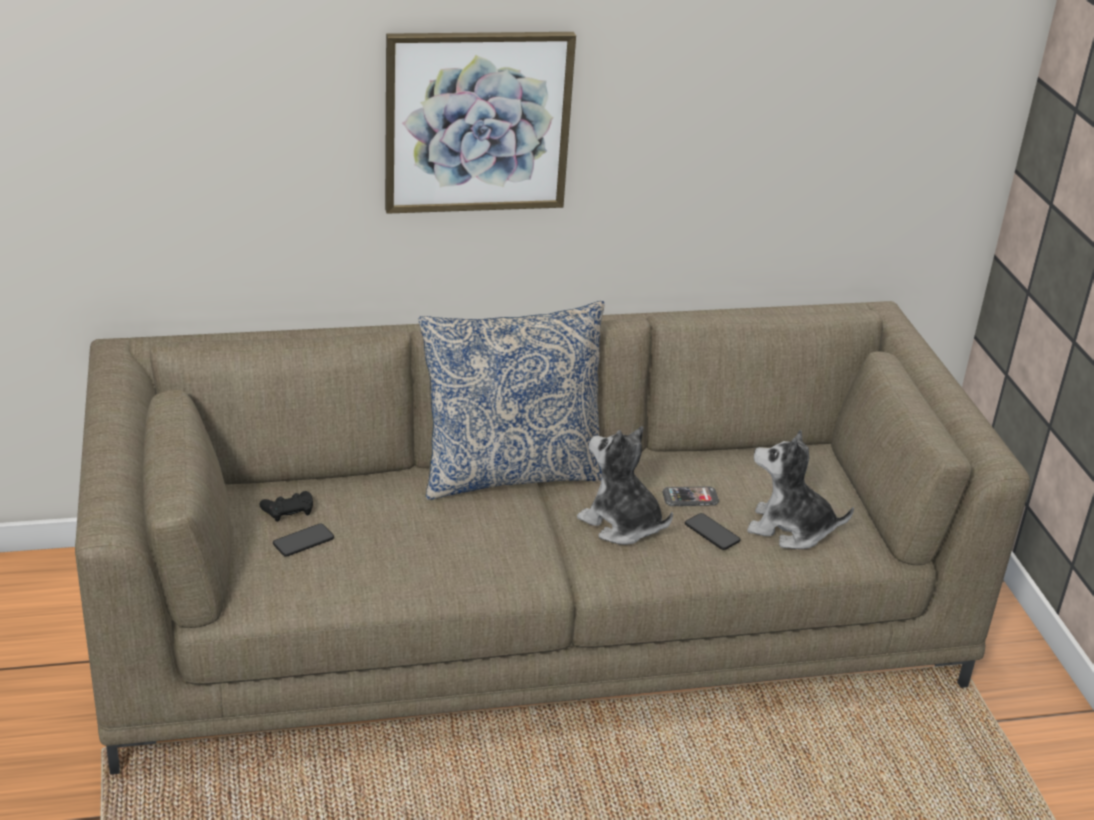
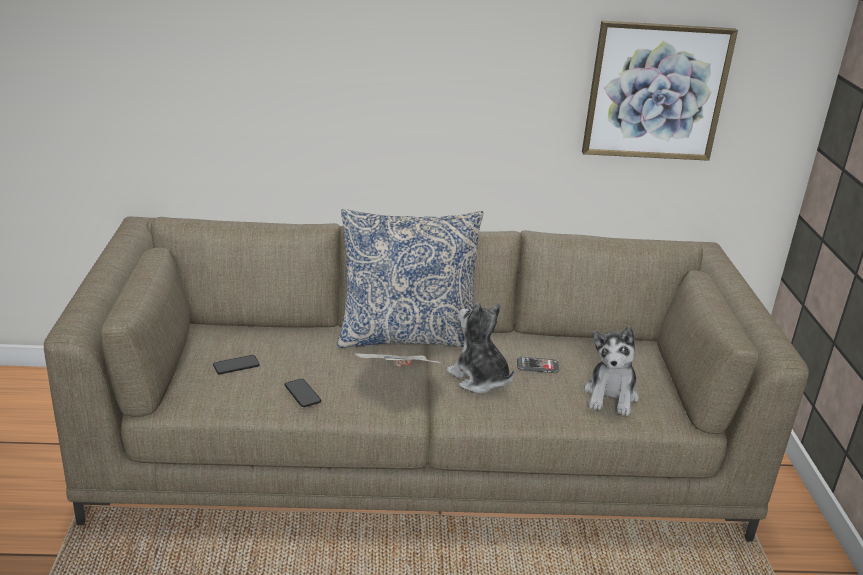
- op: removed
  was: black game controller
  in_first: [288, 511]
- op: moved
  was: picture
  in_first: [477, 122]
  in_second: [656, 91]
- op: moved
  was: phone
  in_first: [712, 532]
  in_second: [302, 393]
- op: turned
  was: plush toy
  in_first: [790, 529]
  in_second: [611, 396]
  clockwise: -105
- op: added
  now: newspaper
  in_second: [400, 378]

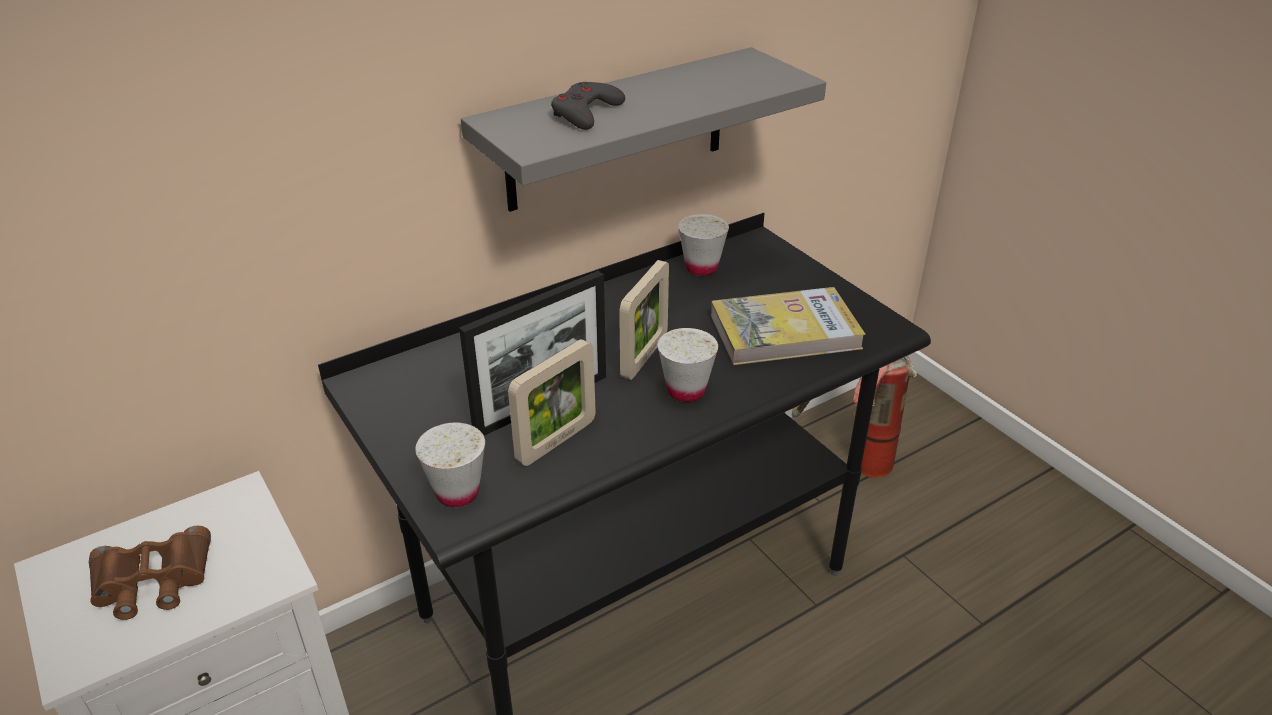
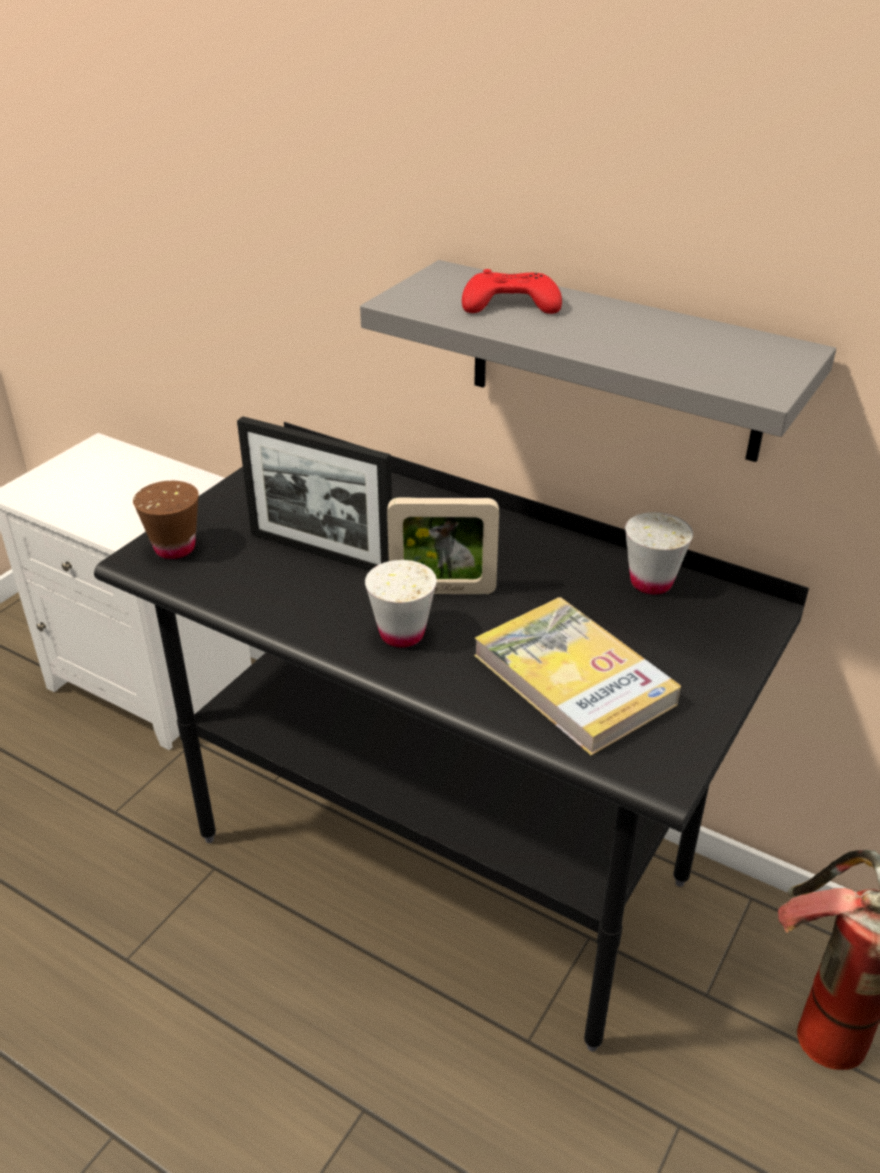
- op: removed
  was: brown binoculars
  in_first: [152, 581]
- op: recoloured
  was: white cup
  now: brown cup
  in_first: [457, 493]
  in_second: [175, 548]
- op: removed
  was: picture frame
  in_first: [556, 441]
- op: recoloured
  was: grey game controller
  now: red game controller
  in_first: [586, 113]
  in_second: [510, 303]

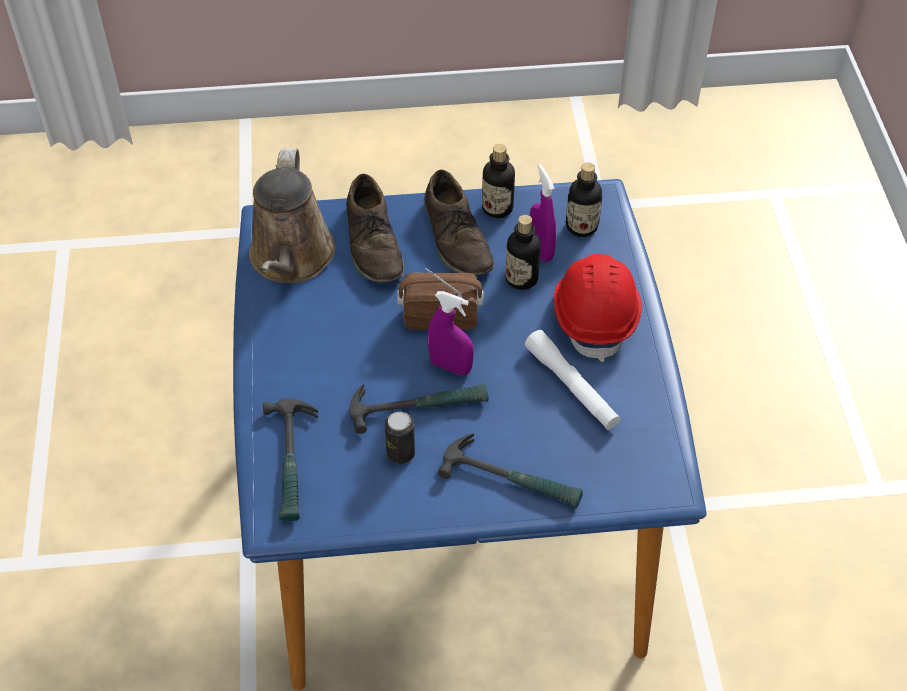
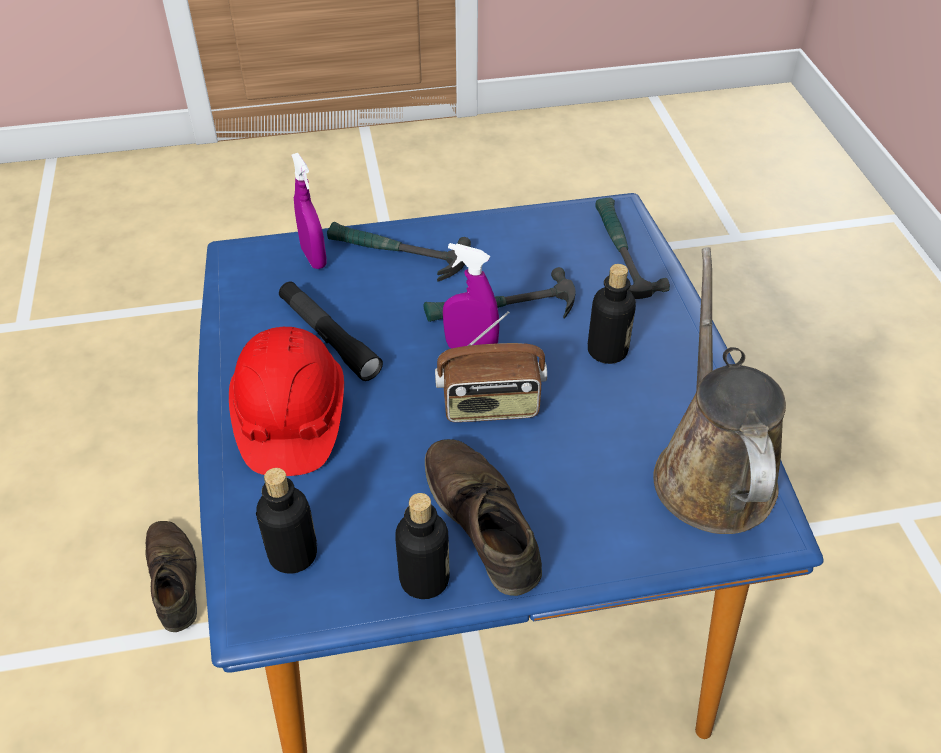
- op: moved
  was: brown shoe
  in_first: [374, 243]
  in_second: [173, 579]
- op: removed
  was: can
  in_first: [400, 453]
- op: moved
  was: bottle
  in_first: [521, 279]
  in_second: [607, 350]
- op: recoloured
  was: white flashlight
  now: black flashlight
  in_first: [571, 387]
  in_second: [328, 338]
- op: moved
  was: purple spray bottle
  in_first: [541, 249]
  in_second: [314, 258]

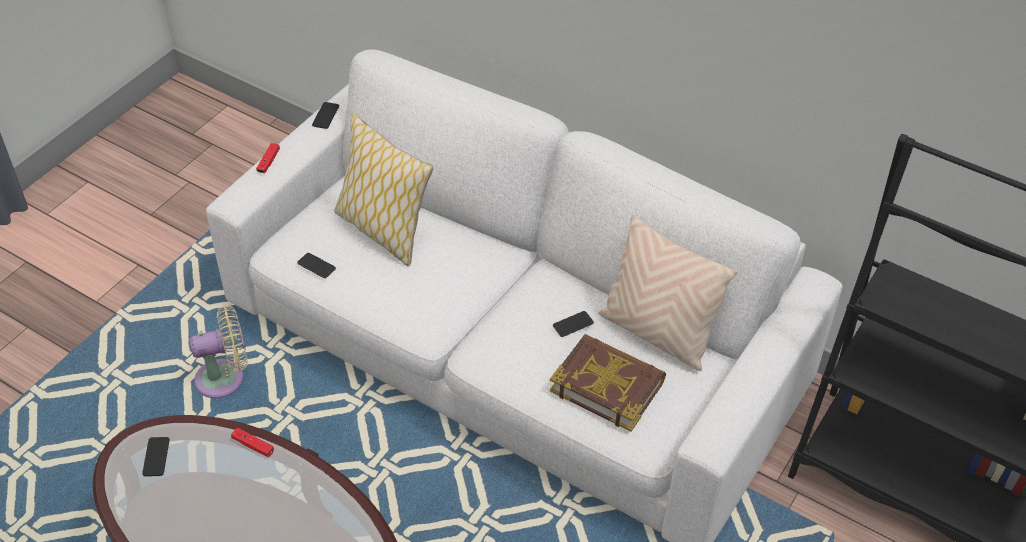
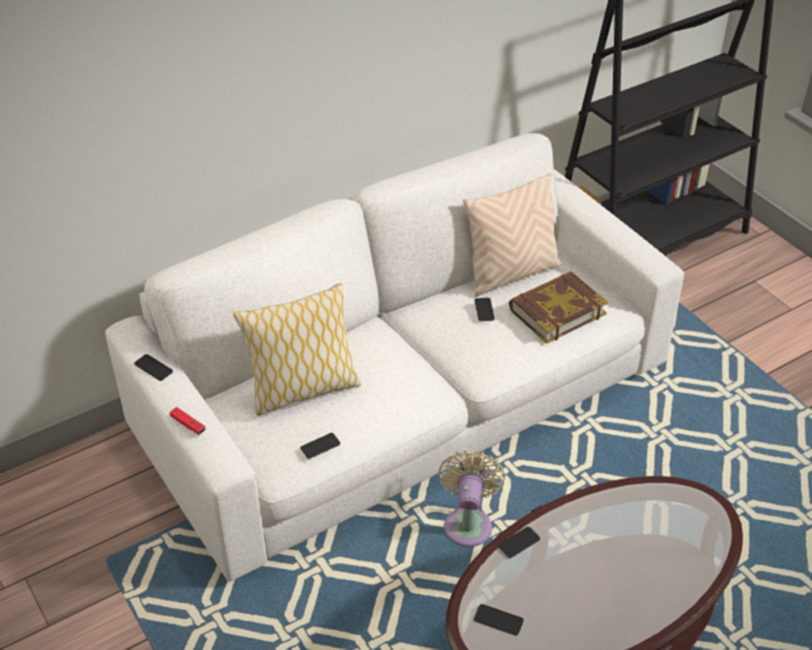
- op: moved
  was: beige fan
  in_first: [225, 378]
  in_second: [468, 523]
- op: replaced
  was: red game controller
  now: phone
  in_first: [253, 445]
  in_second: [519, 543]

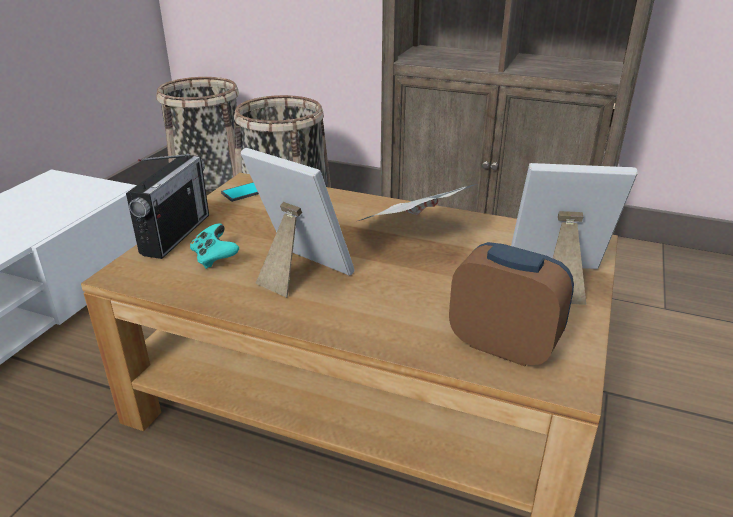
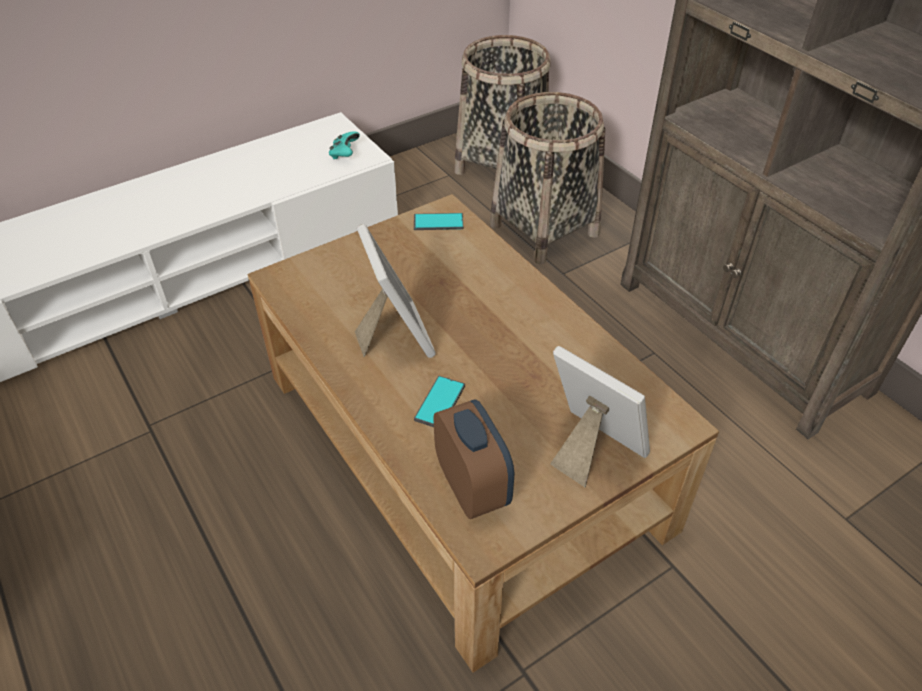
- op: removed
  was: radio
  in_first: [176, 234]
- op: moved
  was: turquoise game controller
  in_first: [214, 258]
  in_second: [344, 154]
- op: removed
  was: newspaper
  in_first: [411, 232]
- op: added
  now: phone
  in_second: [440, 403]

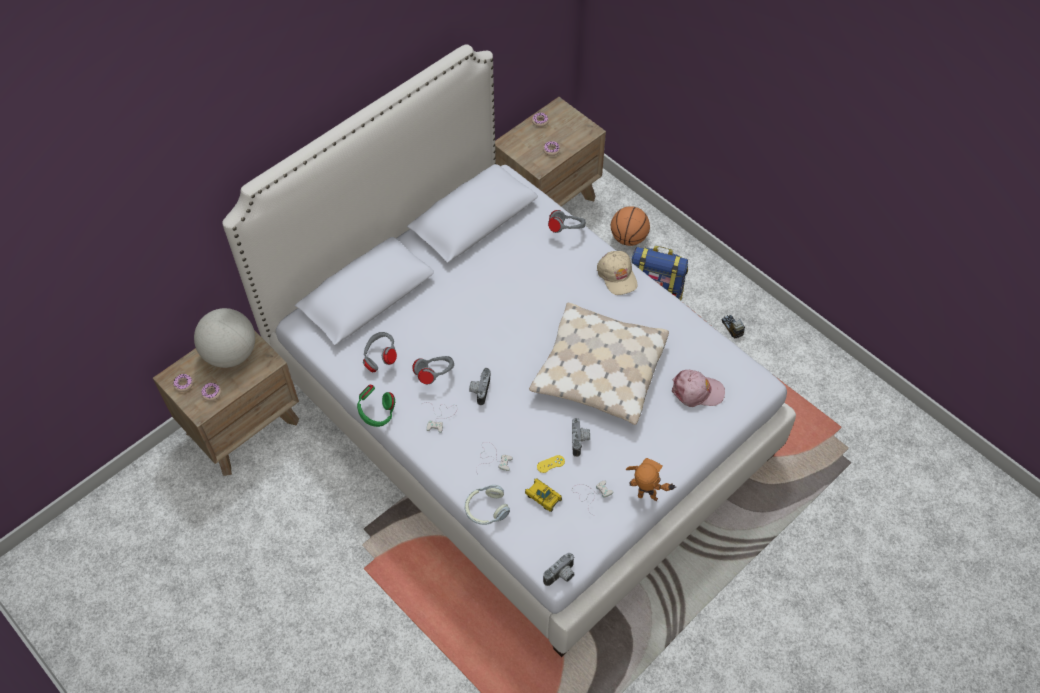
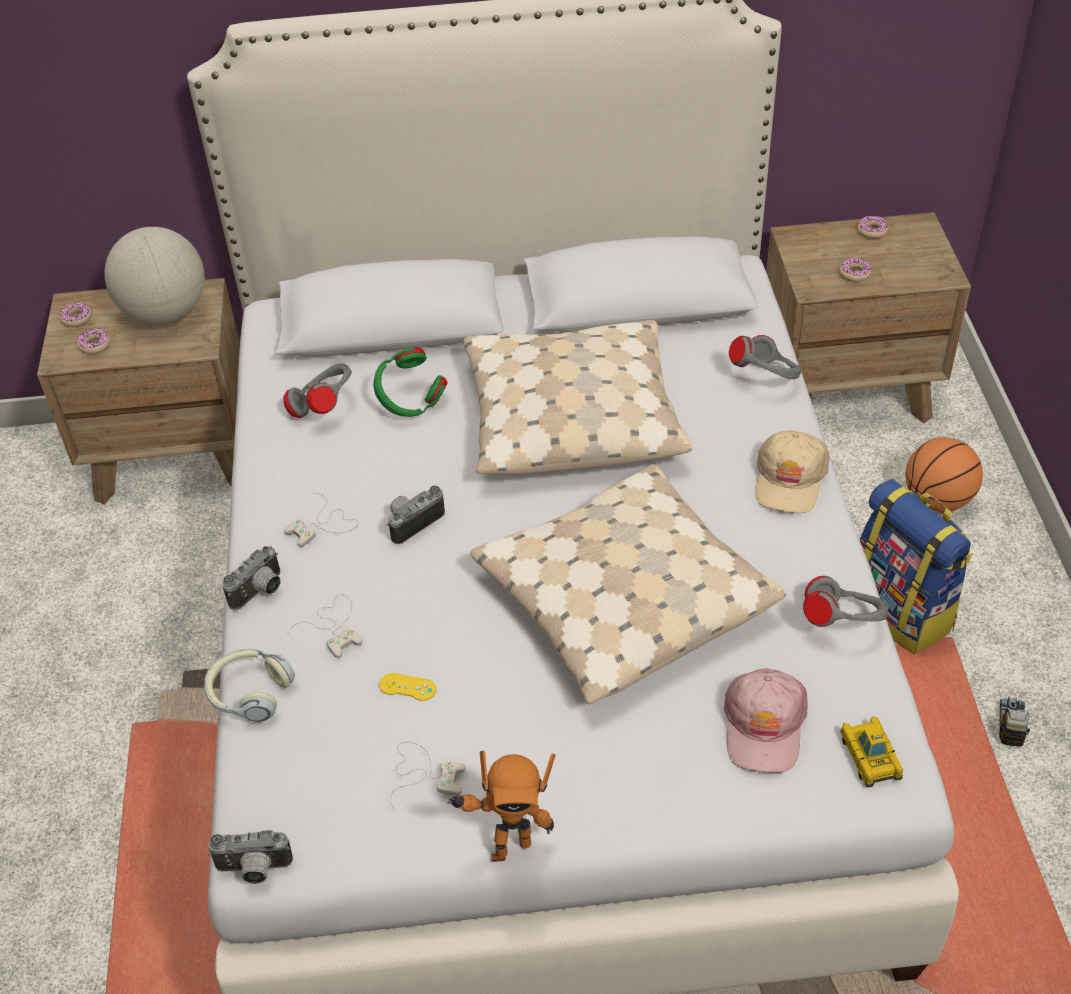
- op: moved
  was: green headphones
  in_first: [377, 414]
  in_second: [410, 403]
- op: moved
  was: grey headphones
  in_first: [435, 375]
  in_second: [842, 623]
- op: moved
  was: toy car
  in_first: [543, 496]
  in_second: [870, 756]
- op: moved
  was: photo camera
  in_first: [580, 441]
  in_second: [260, 592]
- op: turned
  was: toy robot
  in_first: [647, 500]
  in_second: [508, 846]
  clockwise: 105
- op: turned
  was: pink cap
  in_first: [697, 391]
  in_second: [764, 726]
  clockwise: 60
- op: added
  now: beige pillow
  in_second: [571, 417]

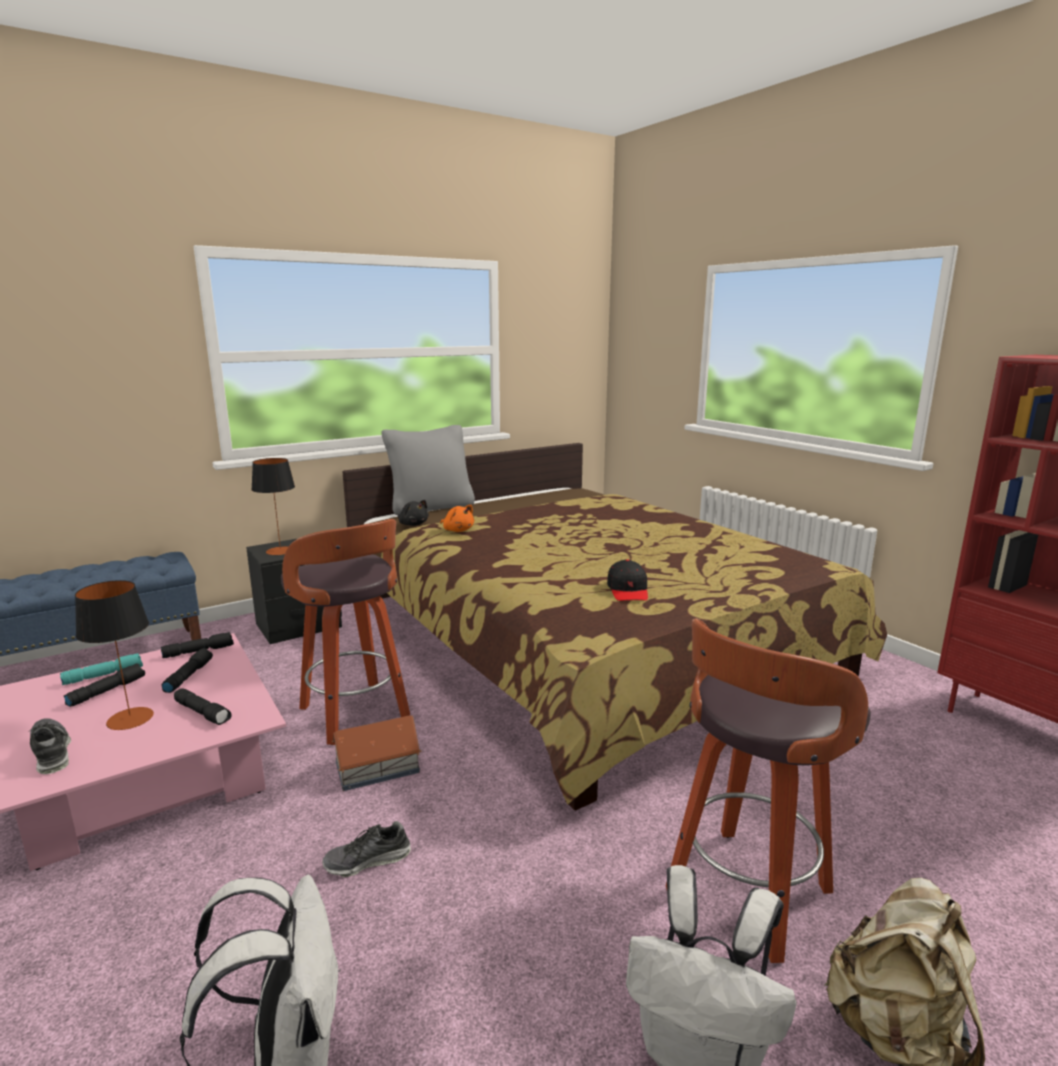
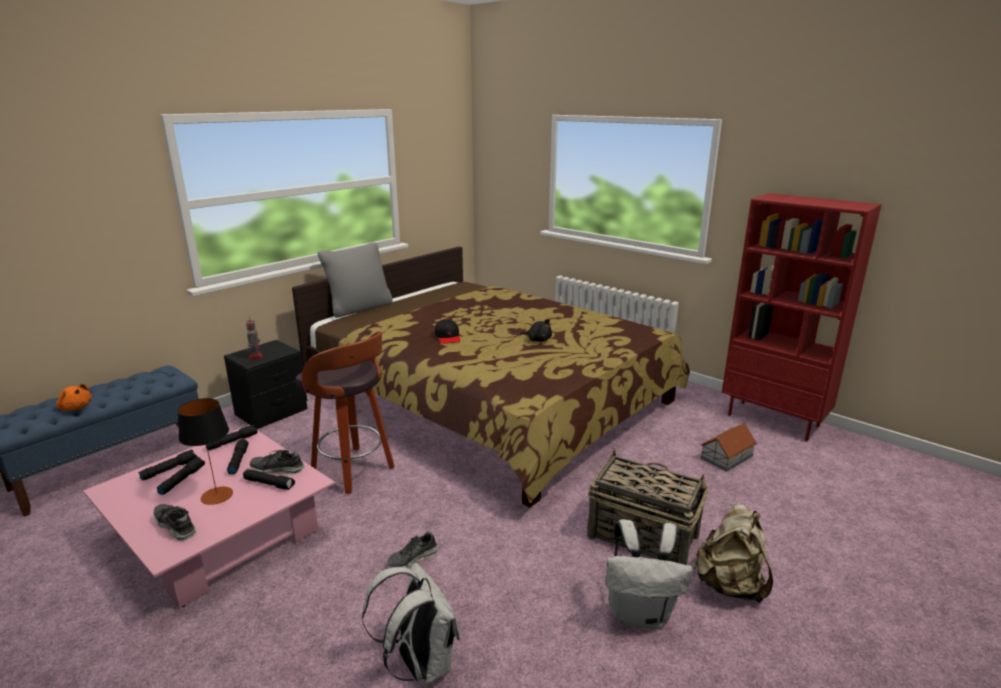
- op: recoloured
  was: turquoise flashlight
  now: black flashlight
  in_first: [104, 675]
  in_second: [169, 469]
- op: replaced
  was: table lamp
  now: toy robot
  in_first: [280, 551]
  in_second: [255, 356]
- op: moved
  was: toy house
  in_first: [376, 767]
  in_second: [726, 457]
- op: moved
  was: black plush toy
  in_first: [413, 524]
  in_second: [538, 340]
- op: moved
  was: orange plush toy
  in_first: [458, 530]
  in_second: [75, 407]
- op: moved
  was: black cap
  in_first: [628, 590]
  in_second: [448, 337]
- op: replaced
  was: stool
  now: basket
  in_first: [746, 895]
  in_second: [641, 535]
- op: added
  now: shoe
  in_second: [277, 469]

